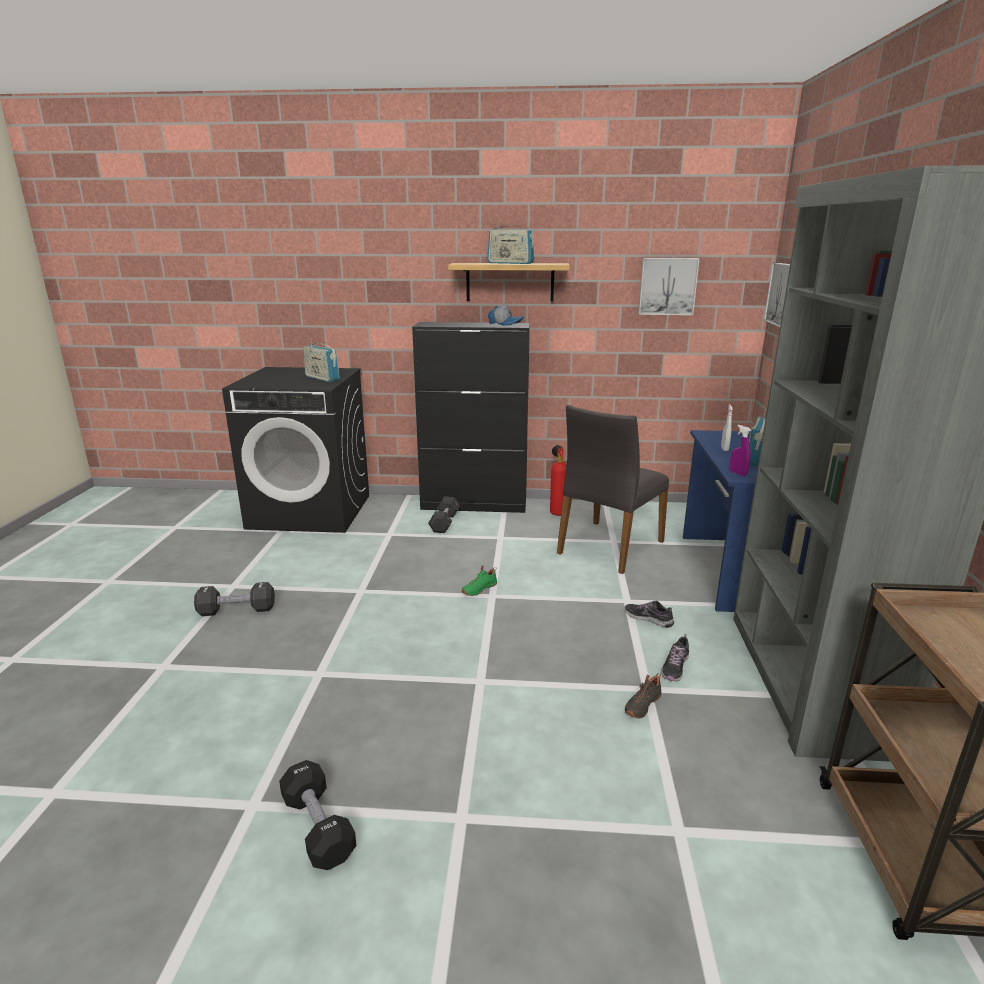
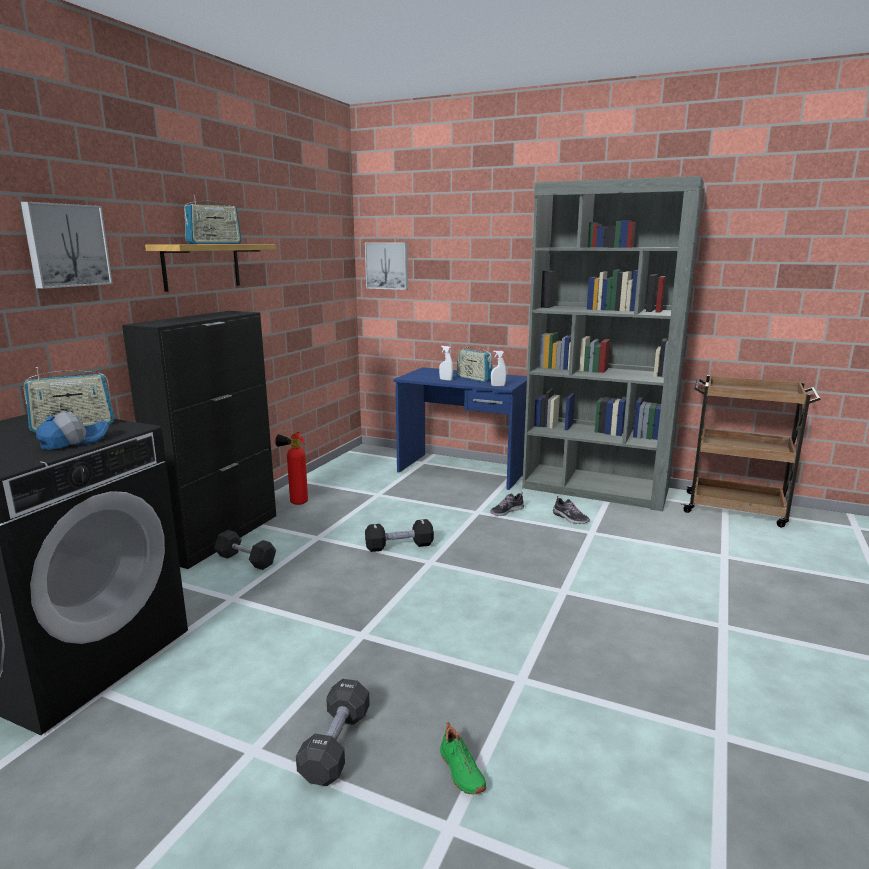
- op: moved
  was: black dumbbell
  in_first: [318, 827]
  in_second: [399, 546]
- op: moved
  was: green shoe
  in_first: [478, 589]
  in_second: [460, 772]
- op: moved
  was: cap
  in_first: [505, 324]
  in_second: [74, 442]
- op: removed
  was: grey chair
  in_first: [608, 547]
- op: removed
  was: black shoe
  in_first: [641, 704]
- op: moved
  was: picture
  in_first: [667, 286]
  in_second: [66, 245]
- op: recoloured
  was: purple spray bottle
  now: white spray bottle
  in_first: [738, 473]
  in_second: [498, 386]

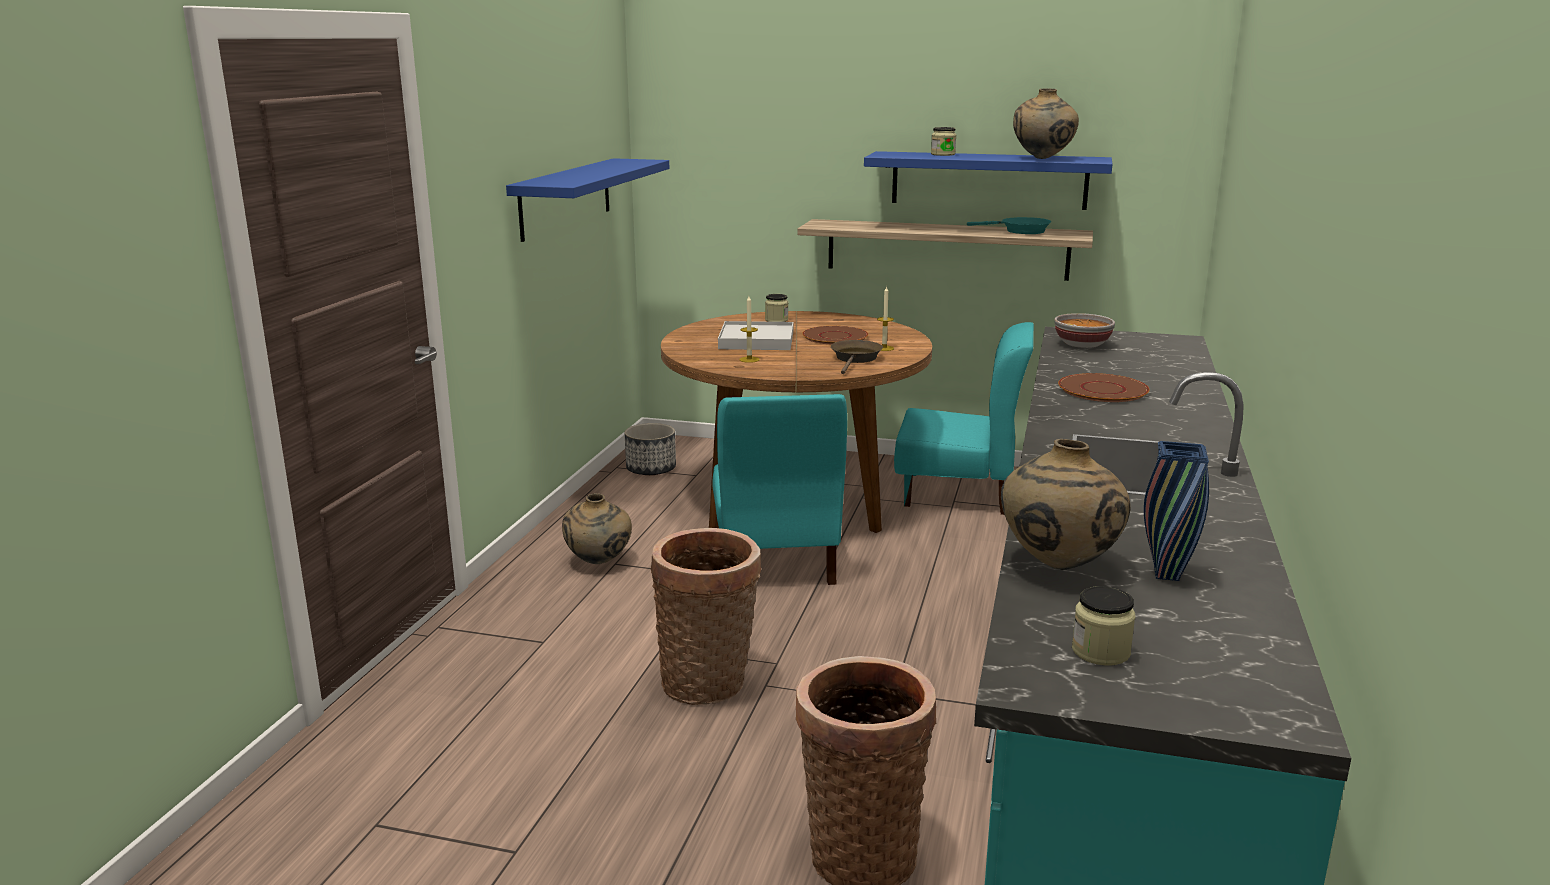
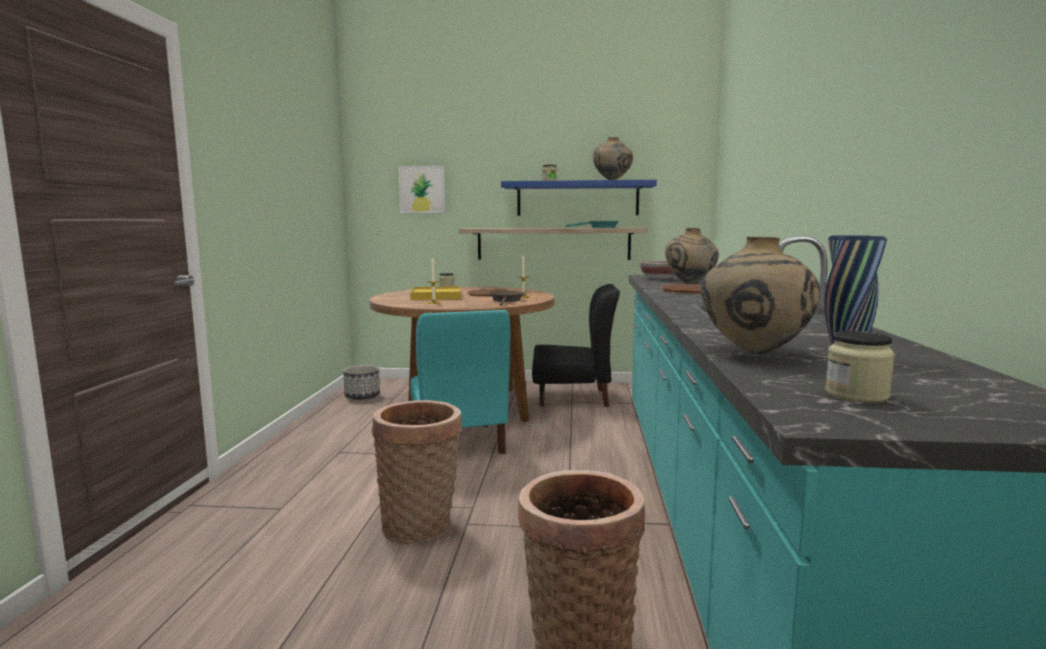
- op: removed
  was: blue shelf
  in_first: [566, 197]
- op: moved
  was: beige vase
  in_first: [599, 562]
  in_second: [690, 283]
- op: recoloured
  was: white tray
  now: yellow tray
  in_first: [756, 340]
  in_second: [436, 296]
- op: recoloured
  was: turquoise chair
  now: black chair
  in_first: [958, 493]
  in_second: [573, 398]
- op: added
  now: picture
  in_second: [422, 189]

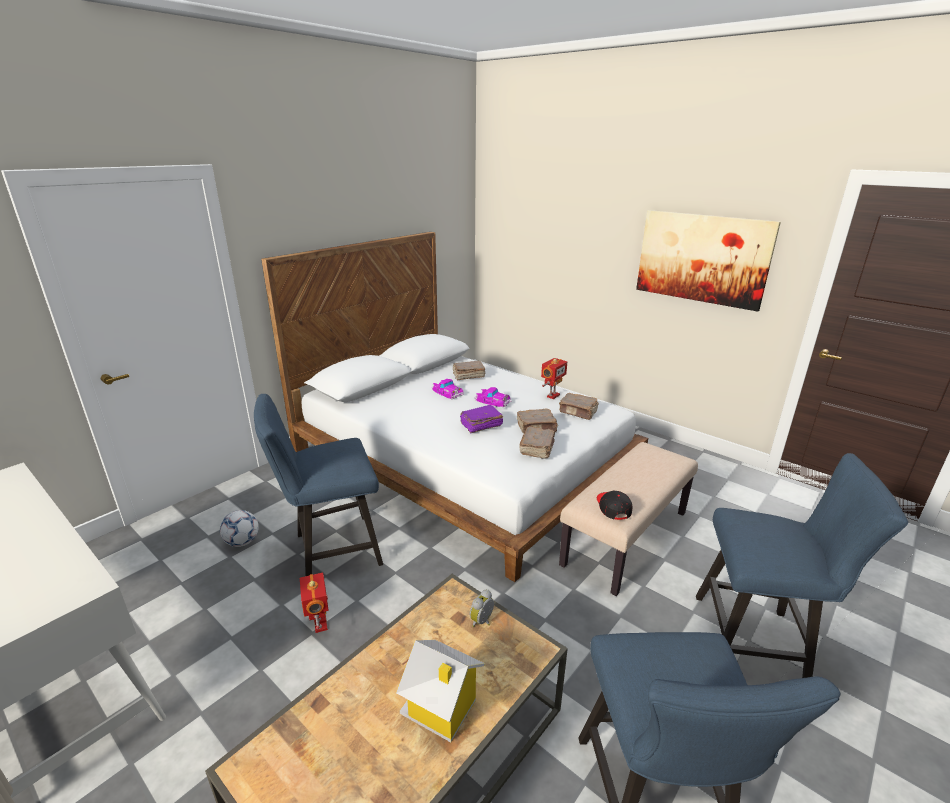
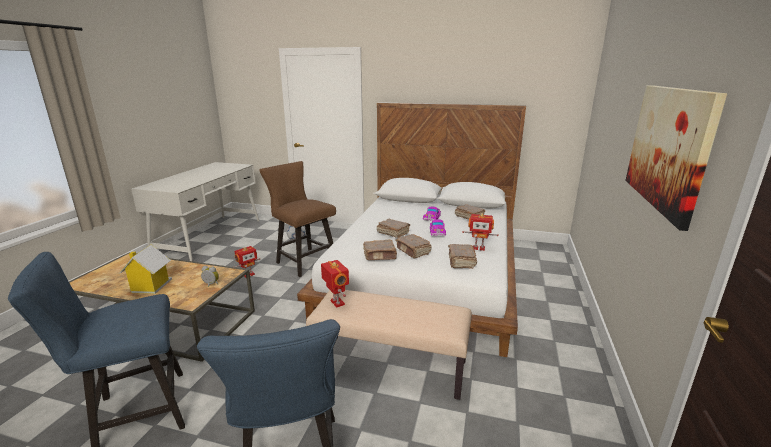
- op: recoloured
  was: blue chair
  now: brown chair
  in_first: [331, 550]
  in_second: [303, 261]
- op: recoloured
  was: purple book
  now: brown book
  in_first: [480, 425]
  in_second: [393, 233]
- op: replaced
  was: black cap
  now: toy robot
  in_first: [612, 507]
  in_second: [336, 303]

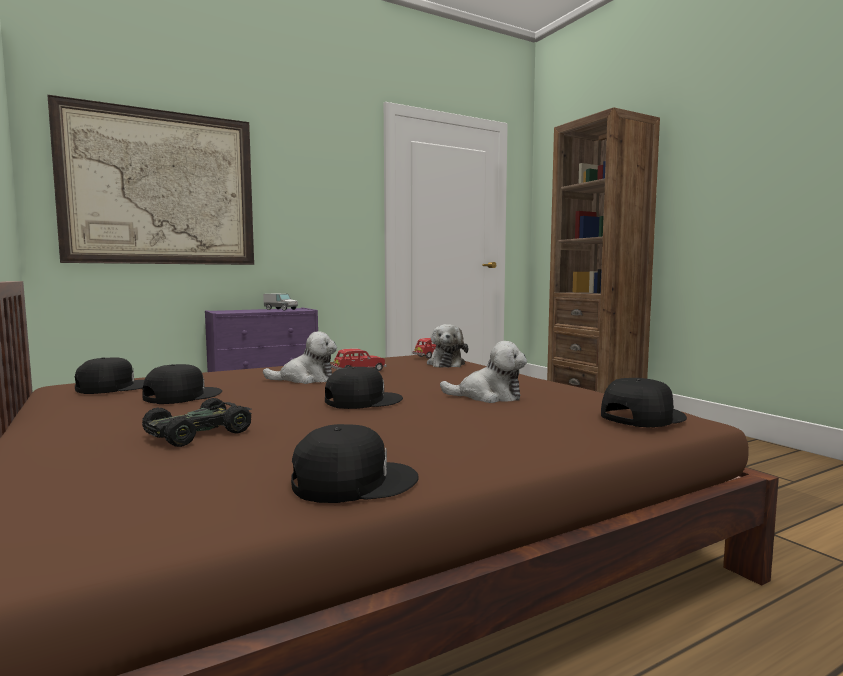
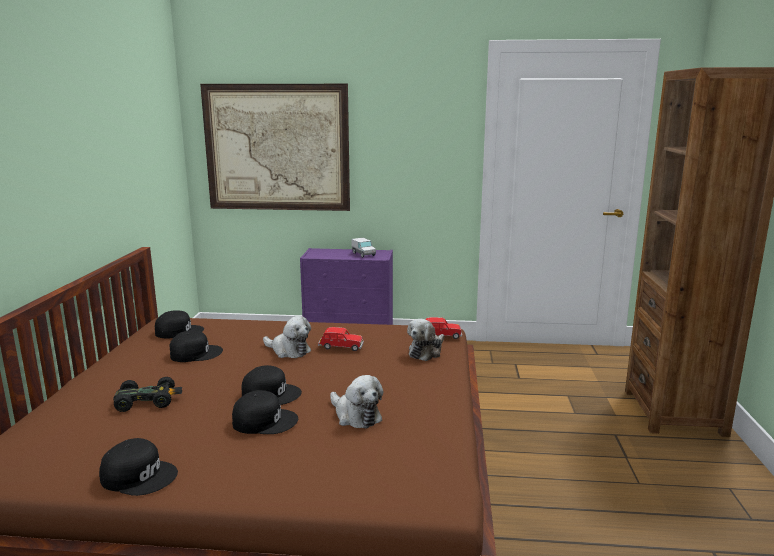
- op: moved
  was: black cap
  in_first: [641, 416]
  in_second: [264, 421]

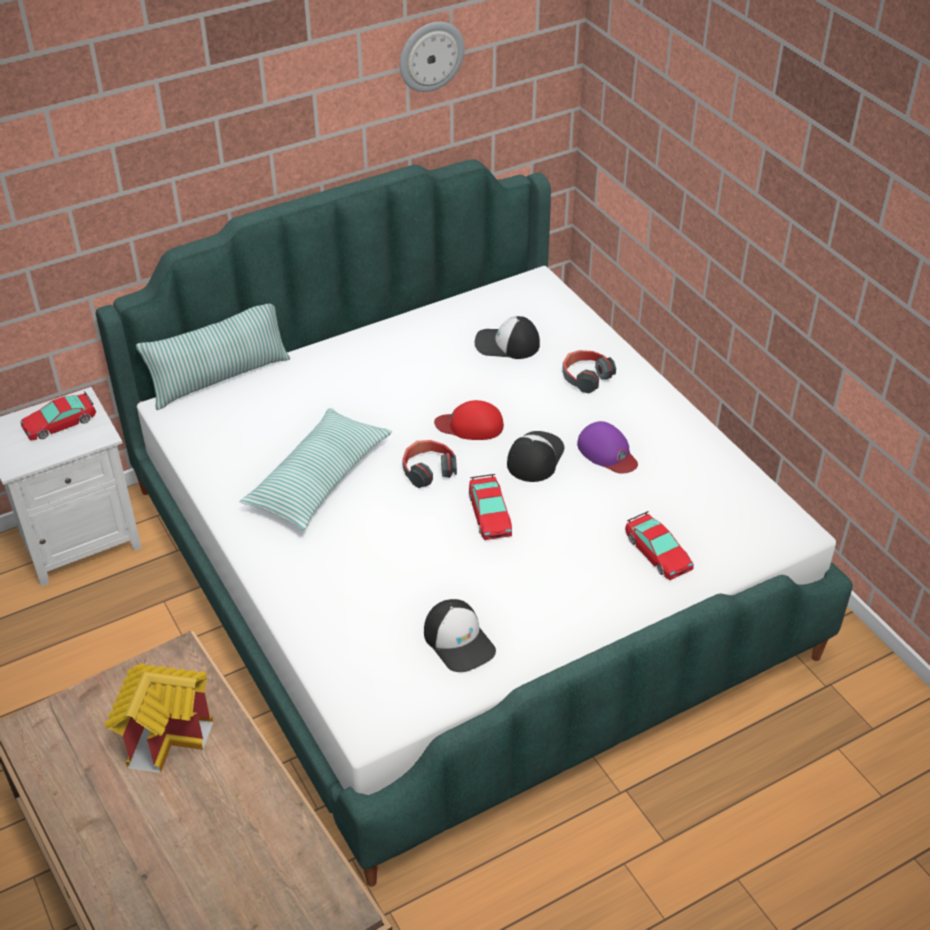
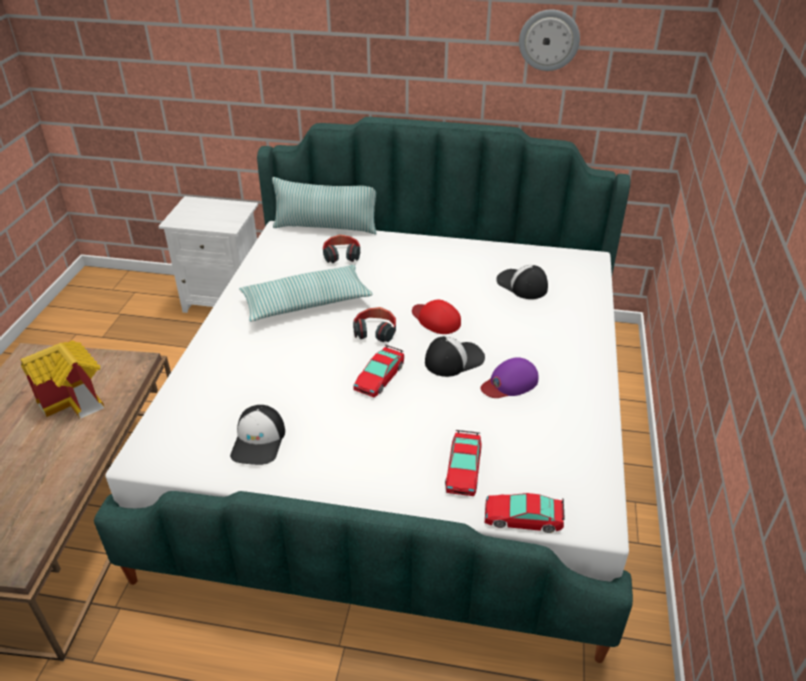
- op: moved
  was: toy car
  in_first: [59, 422]
  in_second: [523, 517]
- op: moved
  was: headphones
  in_first: [585, 377]
  in_second: [341, 255]
- op: turned
  was: purple cap
  in_first: [607, 452]
  in_second: [509, 383]
  clockwise: 60

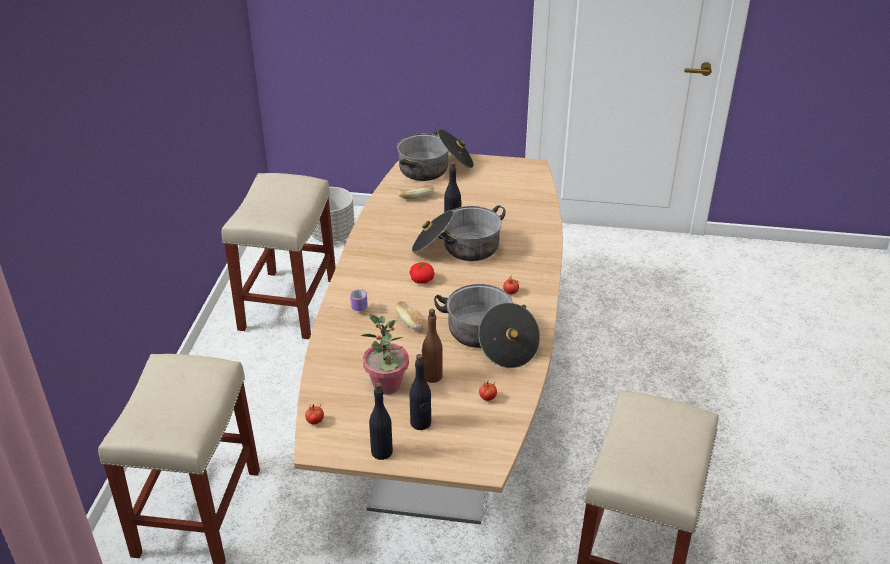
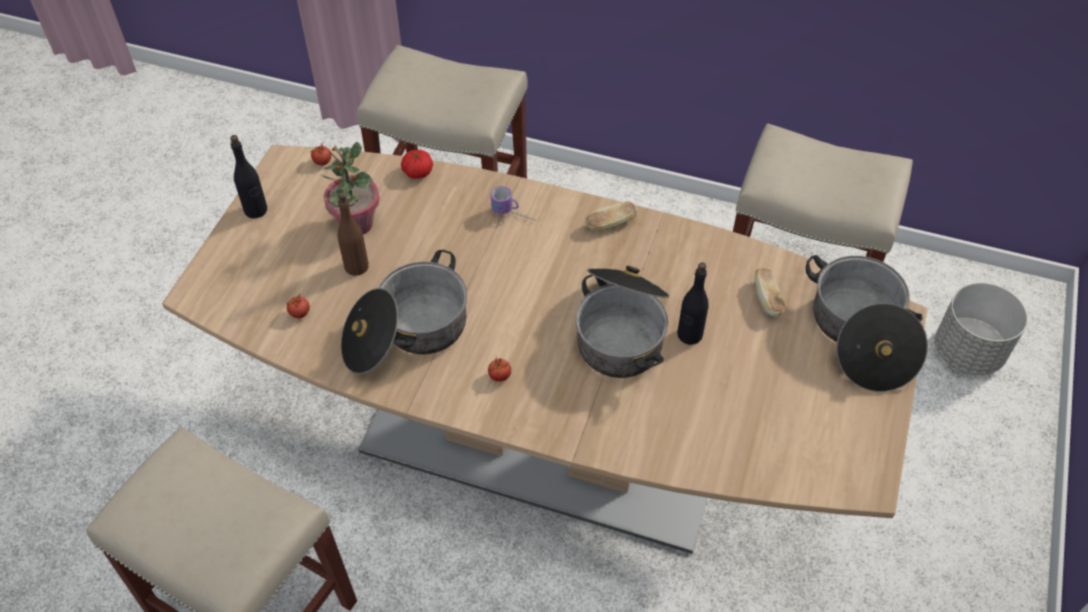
- op: moved
  was: bread
  in_first: [409, 322]
  in_second: [611, 224]
- op: moved
  was: tomato
  in_first: [422, 280]
  in_second: [418, 172]
- op: removed
  was: black bottle
  in_first: [421, 423]

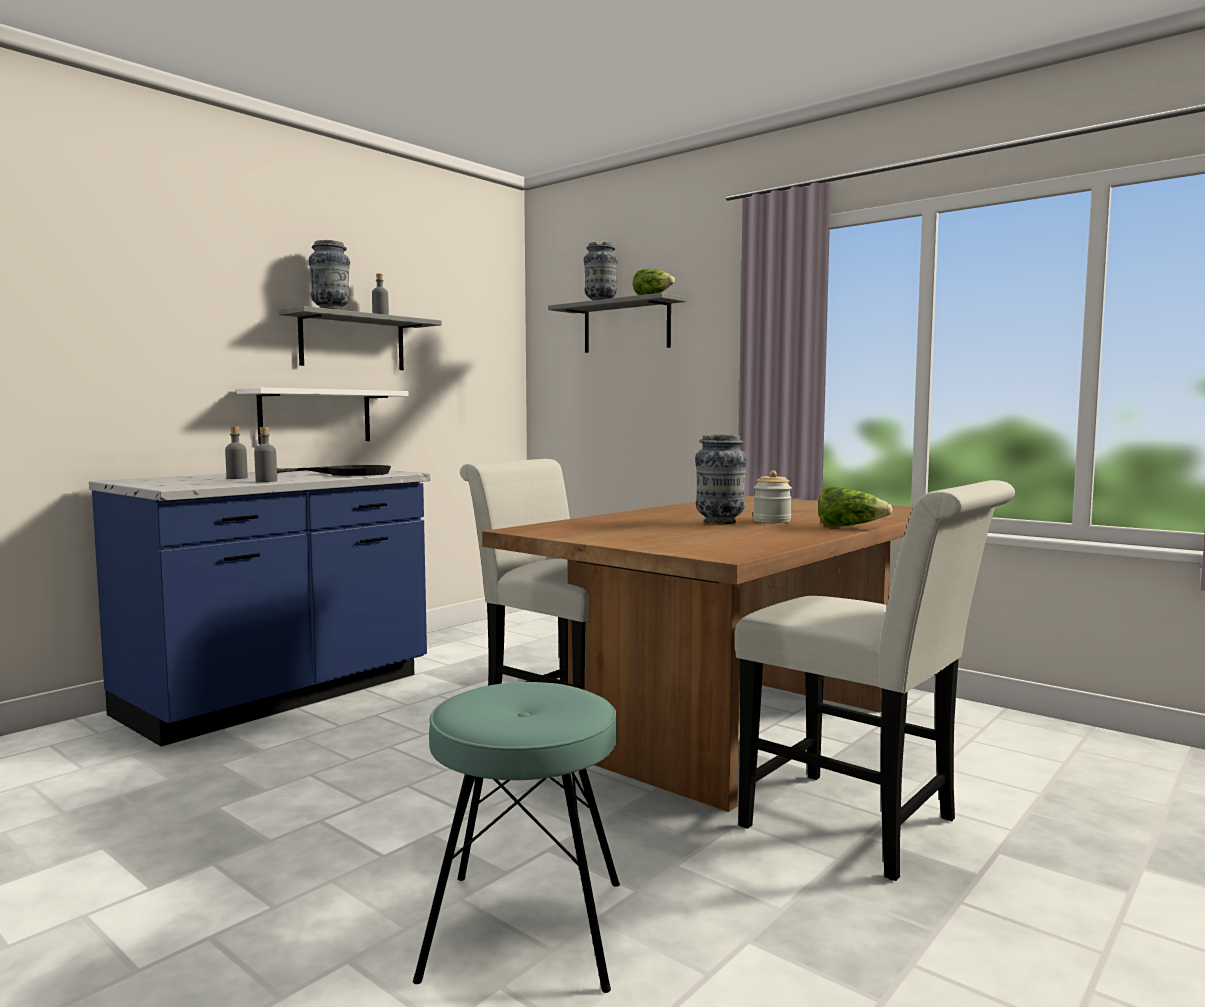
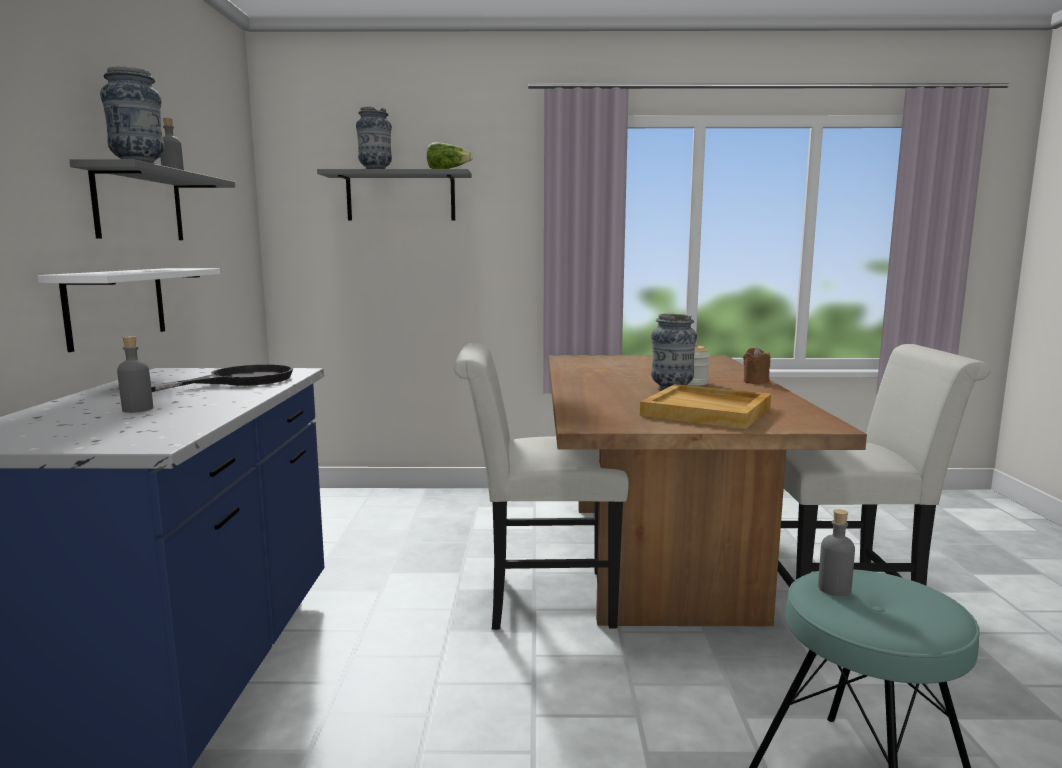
- op: moved
  was: grey bottle
  in_first: [266, 481]
  in_second: [834, 589]
- op: replaced
  was: lettuce
  now: brown candle
  in_first: [849, 527]
  in_second: [755, 381]
- op: added
  now: beige tray
  in_second: [708, 411]

